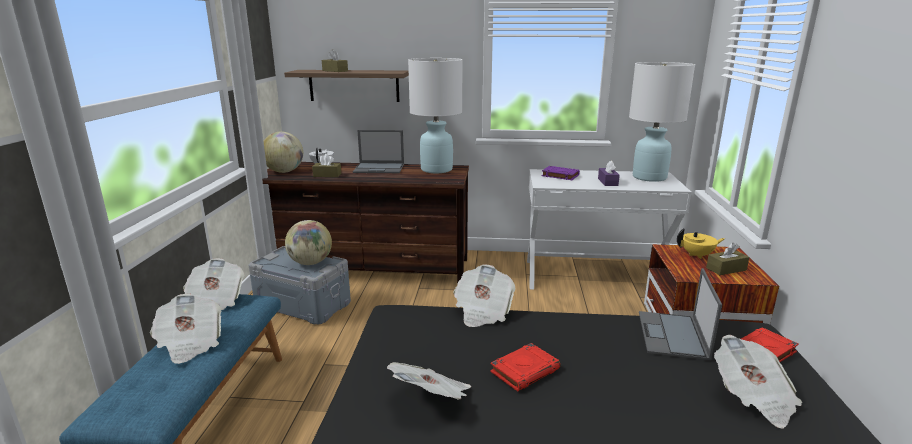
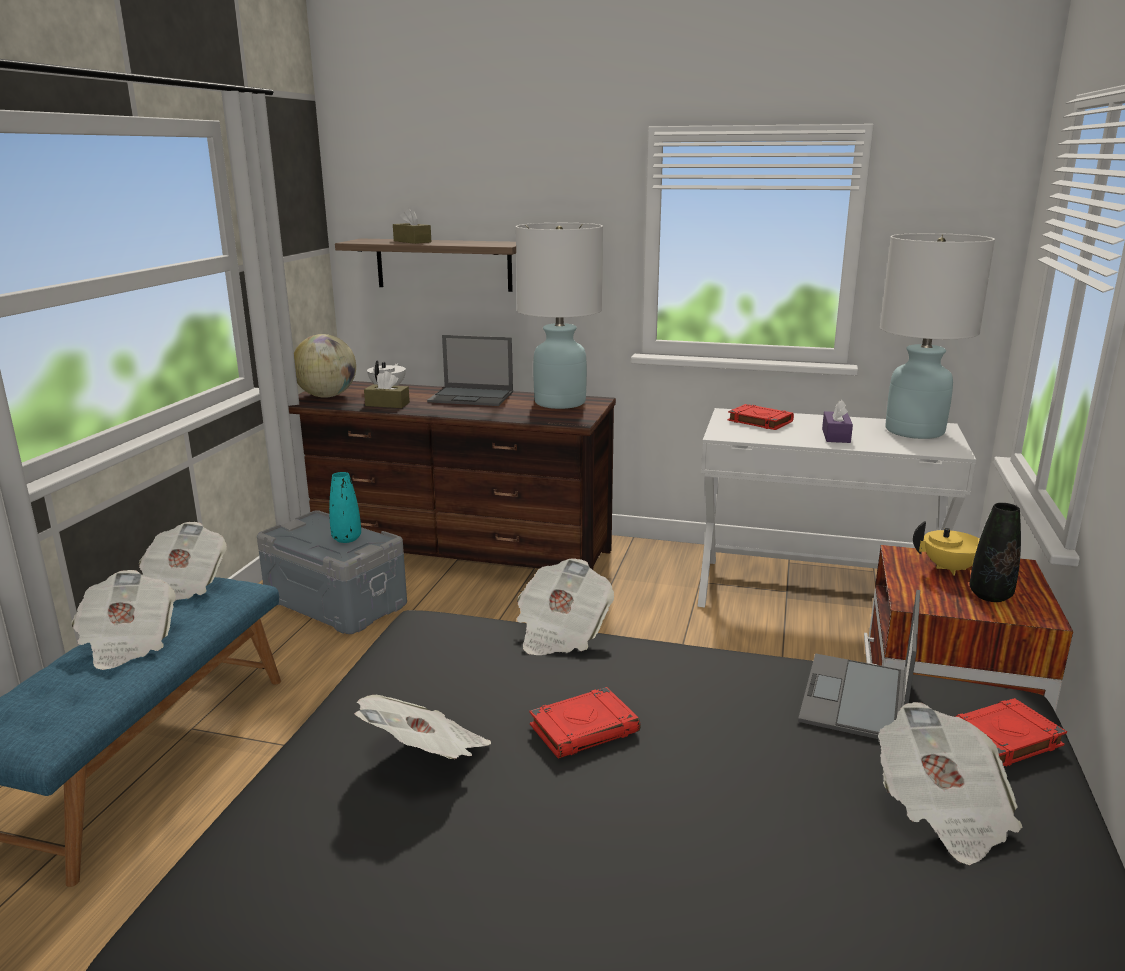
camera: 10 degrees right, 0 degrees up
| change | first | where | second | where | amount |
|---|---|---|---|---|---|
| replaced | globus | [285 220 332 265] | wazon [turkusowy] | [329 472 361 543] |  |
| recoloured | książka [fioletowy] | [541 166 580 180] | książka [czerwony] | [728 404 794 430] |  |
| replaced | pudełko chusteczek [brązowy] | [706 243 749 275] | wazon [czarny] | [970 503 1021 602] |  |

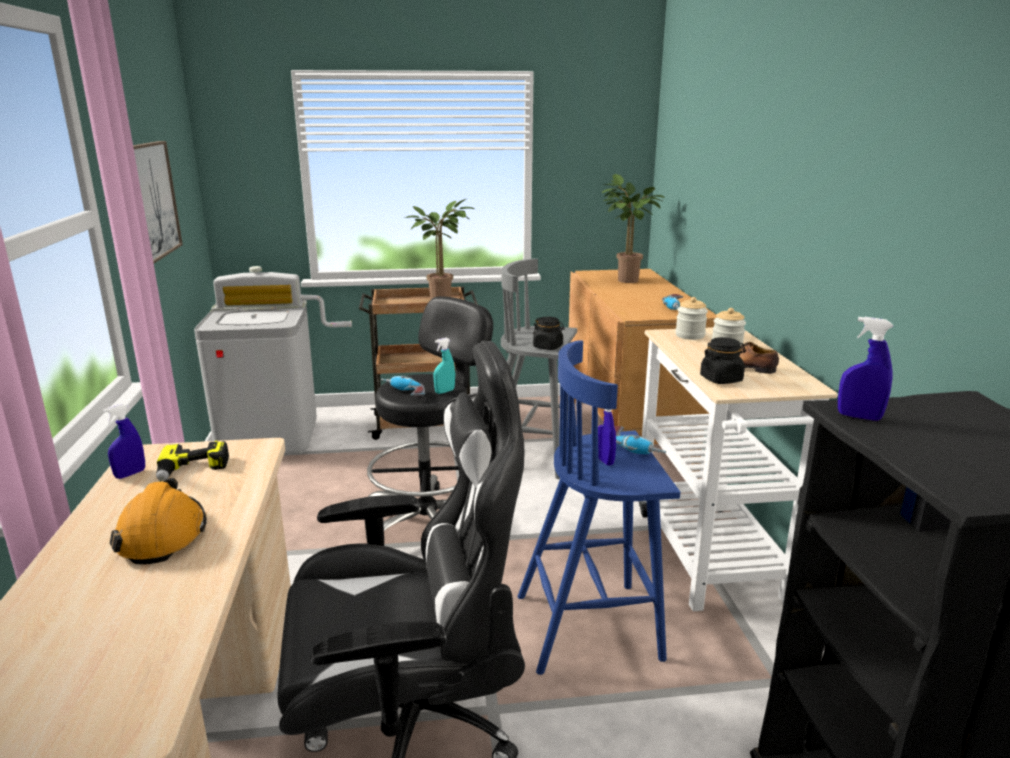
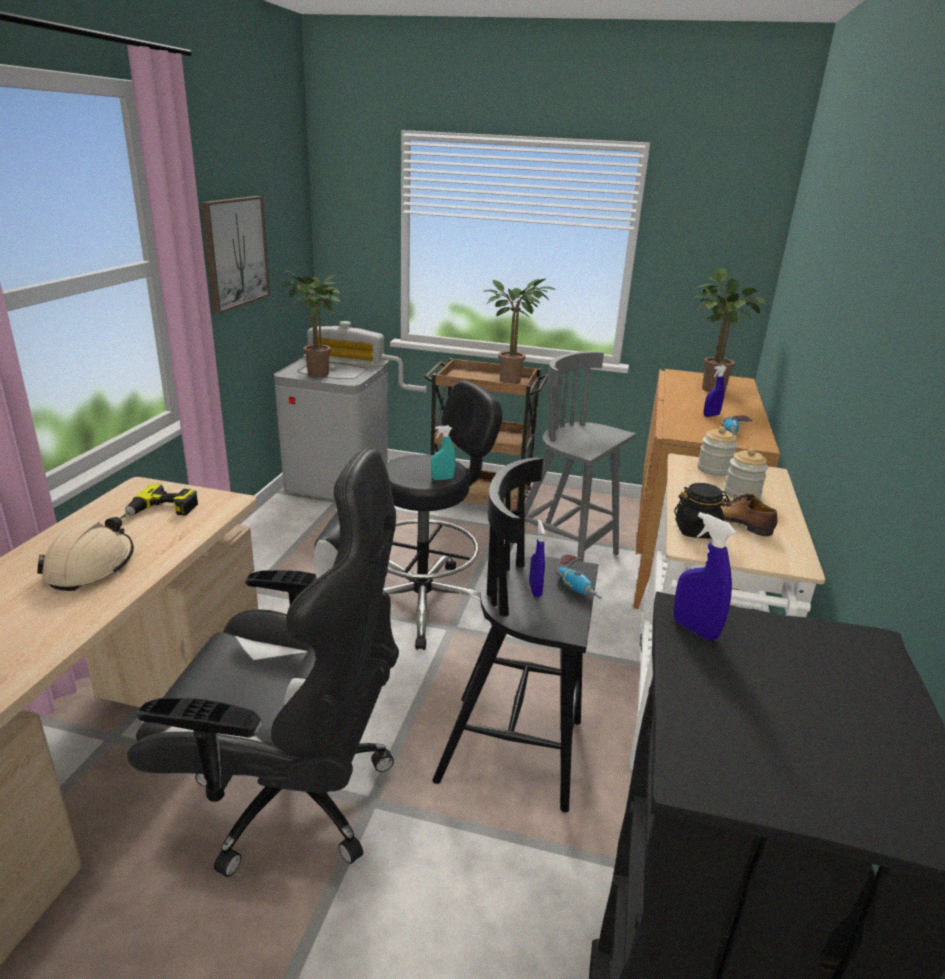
camera: 20 degrees right, 5 degrees up
| change | first | where | second | where | amount |
|---|---|---|---|---|---|
| recoloured | kask [pomarańczowy] | [110 478 207 564] | kask [beżowy] | [37 517 134 591] |  |
| added |  |  | roślina doniczkowa | [281 270 341 377] |  |
| recoloured | stołek [niebieski] | [517 341 680 675] | stołek [czarny] | [432 457 598 813] |  |
| moved | spryskiwacz [niebieski] | [103 404 145 479] |  | [704 365 727 417] |  |
| removed | wiertarka | [381 375 425 396] |  |  |  |
| removed | słoik [czarny] | [533 317 564 350] |  |  |  |

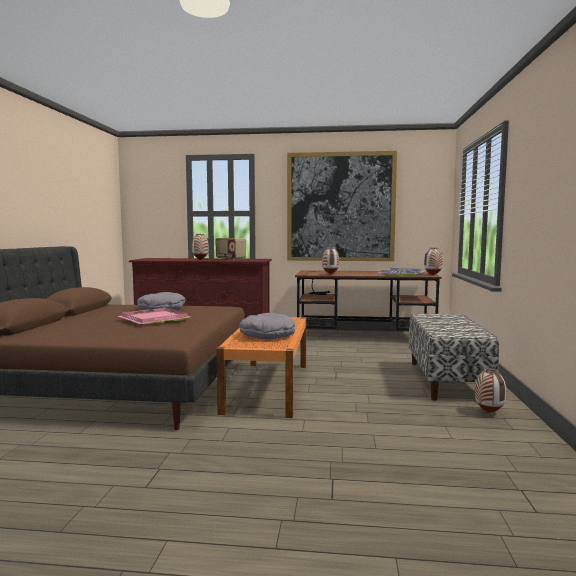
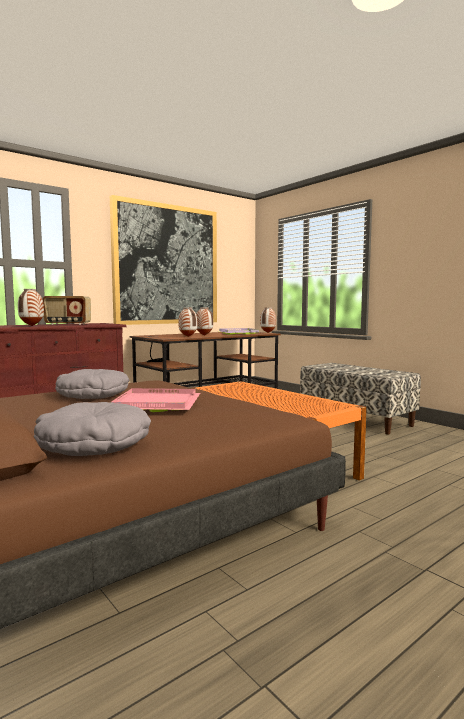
camera: 45 degrees left, 0 degrees up
| change | first | where | second | where | amount |
|---|---|---|---|---|---|
| moved | poduszka [szary] | [239 313 295 339] |  | [34 402 151 456] |  |
| moved | wazon | [475 368 506 413] |  | [196 308 213 336] |  |

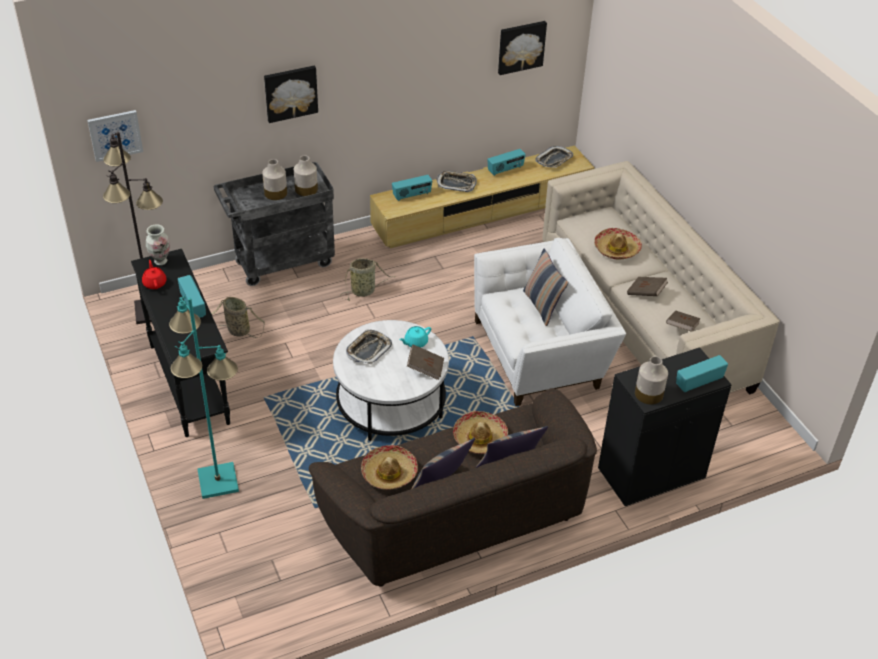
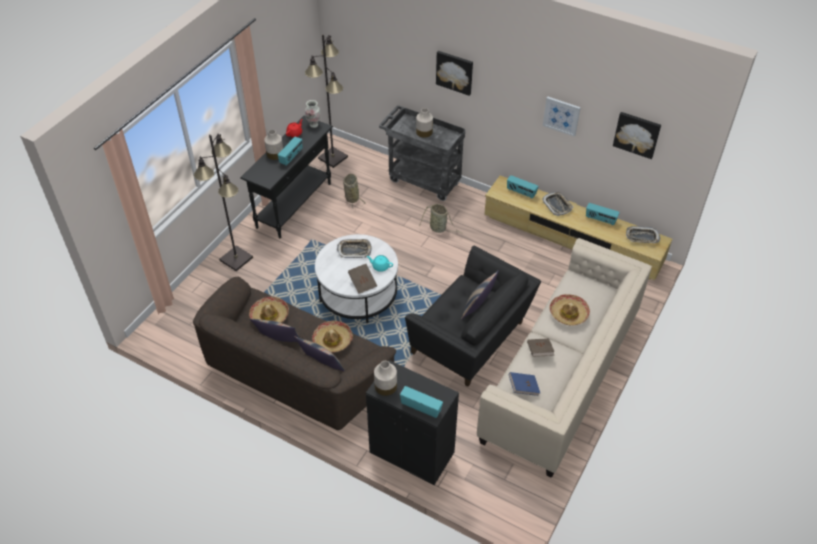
camera: 55 degrees right, 5 degrees up
| change | first | where | second | where | amount |
|---|---|---|---|---|---|
| recoloured | lampa stojąca [turkusowy] | [169 296 239 499] | lampa stojąca [czarny] | [194 133 253 271] |  |
| moved | wazon [beżowy] | [294 156 318 196] |  | [264 130 283 160] |  |
| recoloured | fotel [biały] | [474 238 626 406] | fotel [czarny] | [405 245 541 387] |  |
| recoloured | książka [brązowy] | [666 311 701 332] | książka [niebieski] | [509 372 540 396] |  |
| moved | obraz | [87 110 143 162] |  | [543 97 581 137] |  |

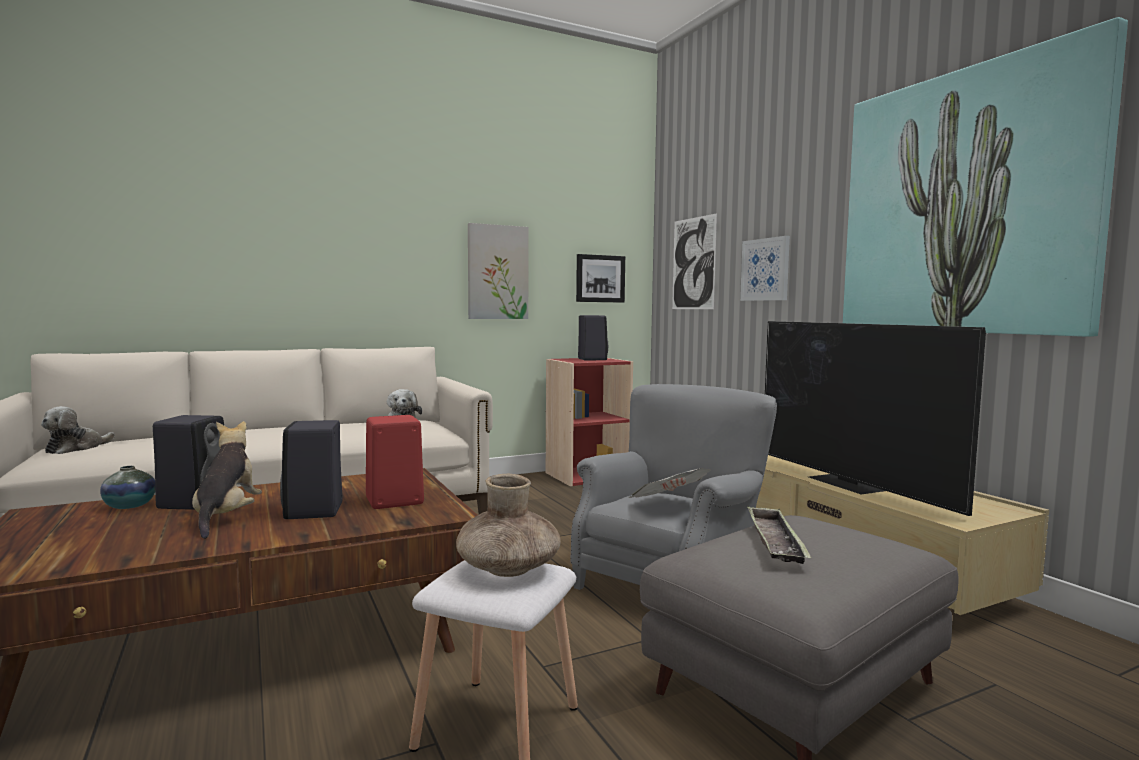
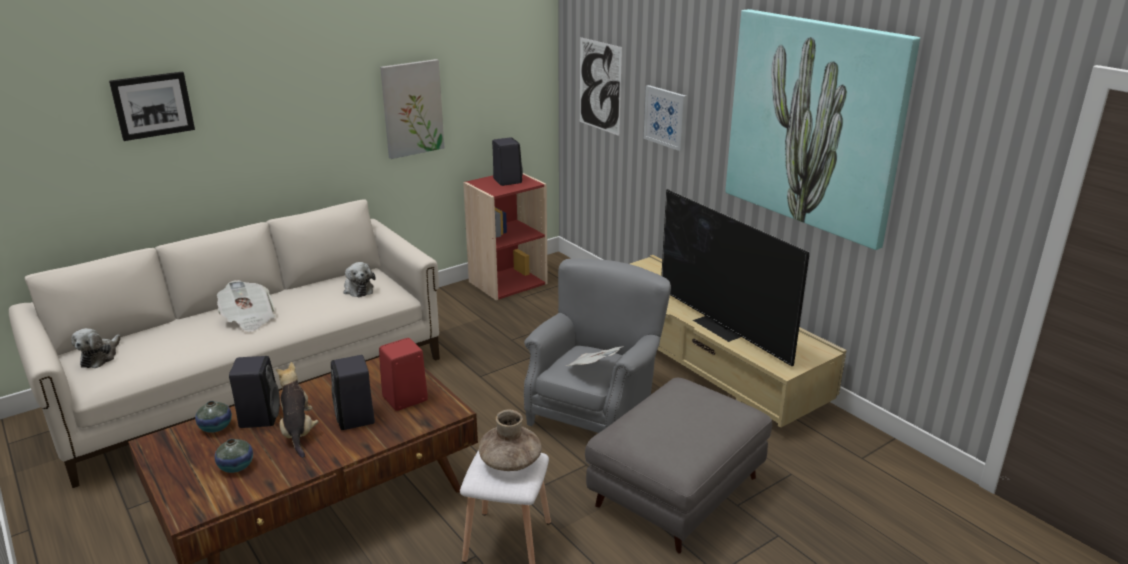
camera: 10 degrees left, 20 degrees up
| change | first | where | second | where | amount |
|---|---|---|---|---|---|
| moved | obraz | [576 254 625 303] |  | [109 72 195 141] |  |
| added |  |  | wazon | [214 439 253 473] |  |
| added |  |  | gazeta | [217 280 276 332] |  |
| removed | taca | [747 506 811 564] |  |  |  |

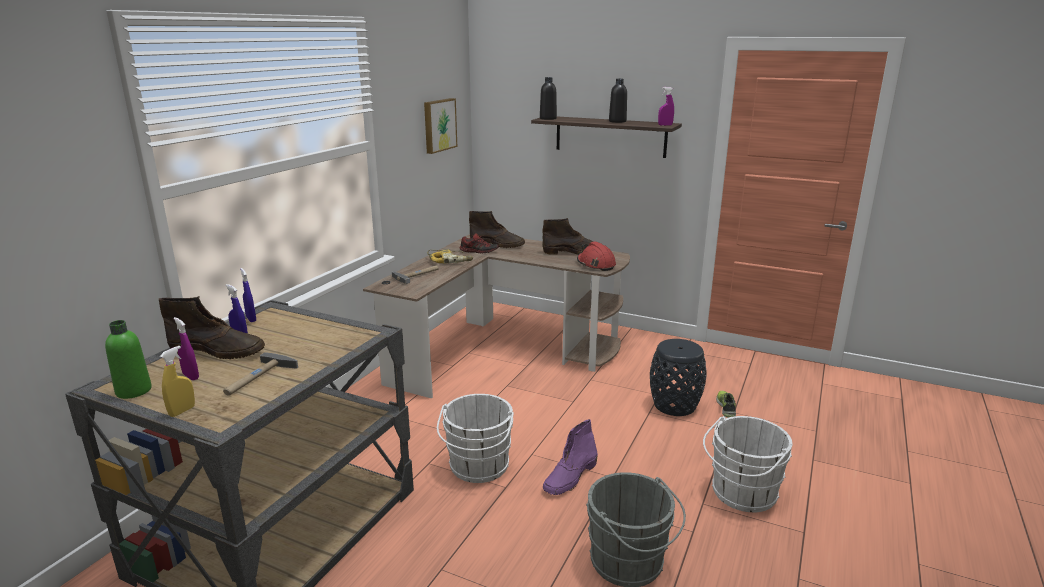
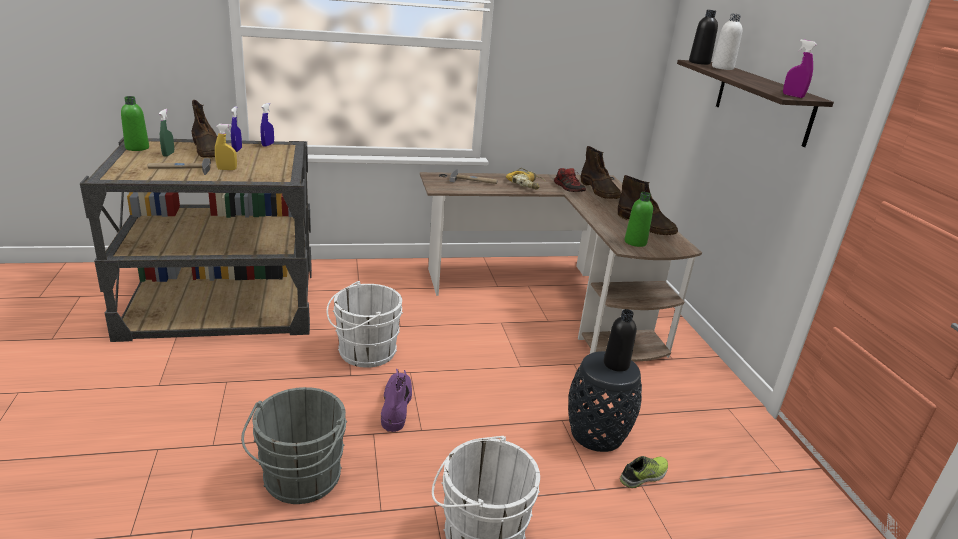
camera: 50 degrees right, 5 degrees up
| change | first | where | second | where | amount |
|---|---|---|---|---|---|
| recoloured | spryskiwacz [fioletowy] | [174 317 199 380] | spryskiwacz [zielony] | [159 109 174 157] |  |
| moved | spryskiwacz [żółty] | [160 346 195 417] |  | [215 124 237 170] |  |
| turned | but z cholewką [fioletowy] | [543 419 598 495] |  | [381 369 412 432] | 90 degrees clockwise |
| moved | butelka [czarny] | [609 79 627 123] |  | [604 309 636 372] |  |
| replaced | kask [czerwony] | [577 241 616 271] | butelka [zielony] | [625 192 653 247] |  |
| added |  |  | butelka [biały] | [712 13 742 70] |  |
| removed | obraz | [424 98 457 154] |  |  |  |

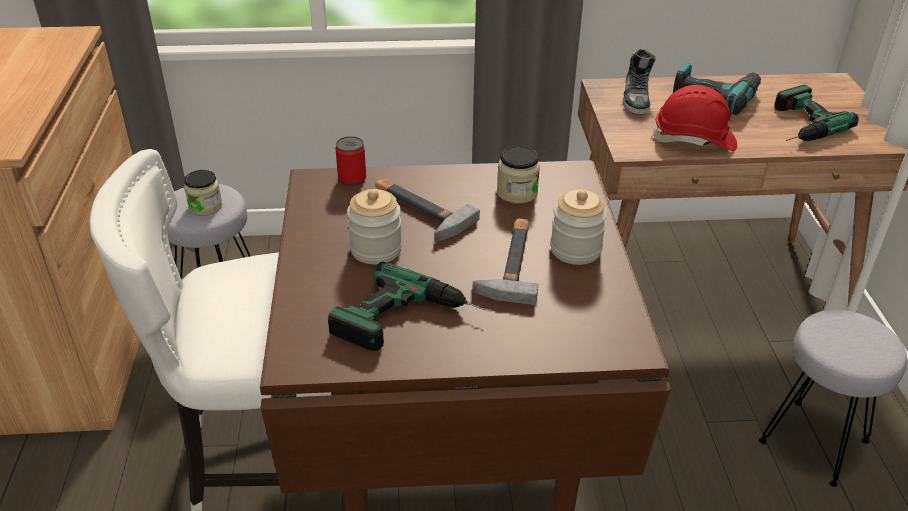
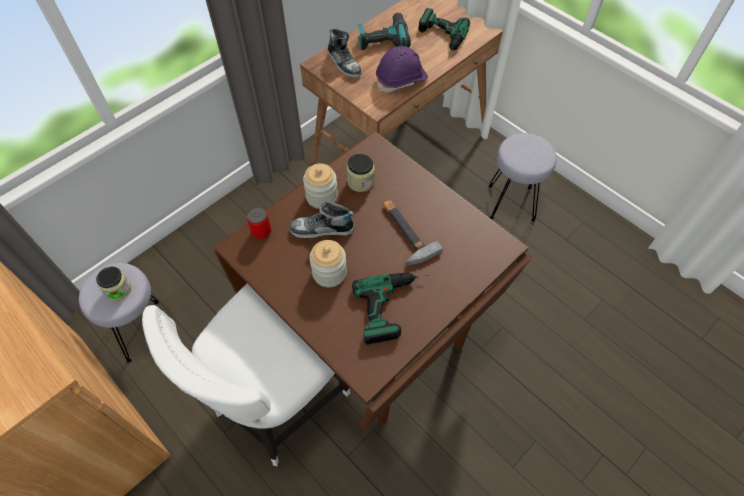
camera: 40 degrees left, 20 degrees up
| change | first | where | second | where | amount |
|---|---|---|---|---|---|
| replaced | młotek | [375 178 480 243] | but | [289 202 354 238] |  |
| moved | słoik | [550 189 607 265] |  | [303 163 338 209] |  |
| recoloured | kask [czerwony] | [652 85 737 151] | kask [fioletowy] | [376 46 428 92] |  |

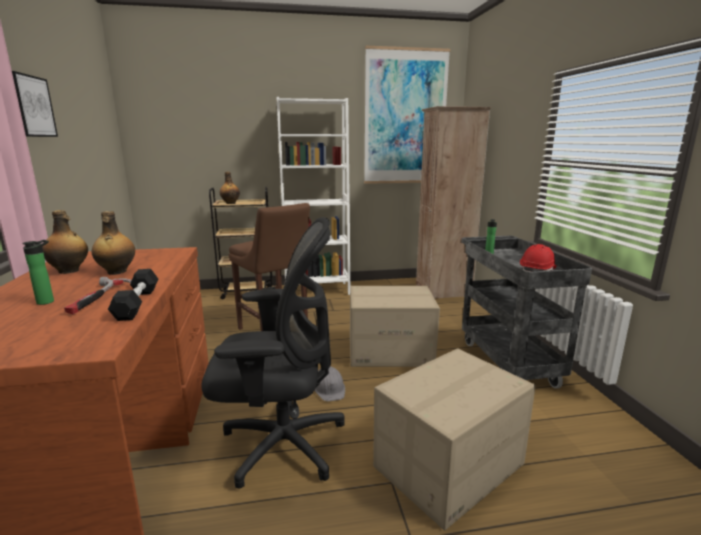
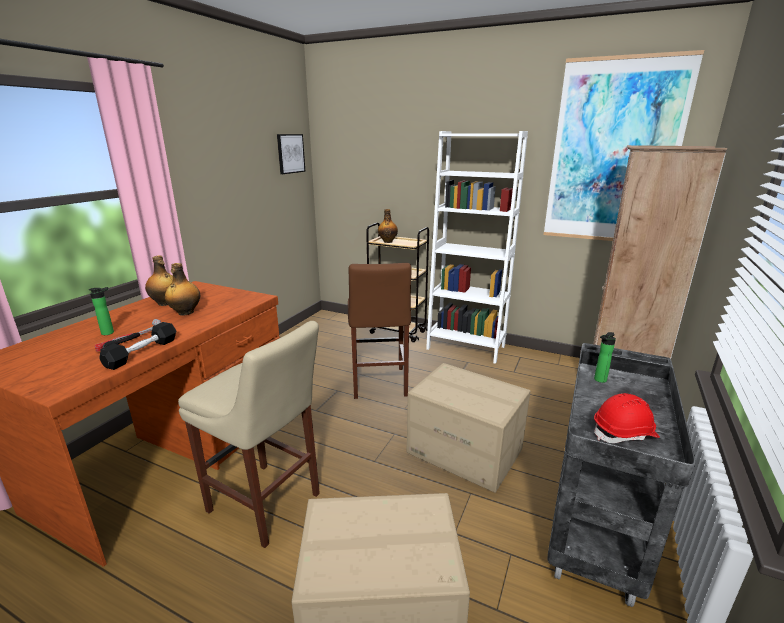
camera: 35 degrees right, 5 degrees up
| change | first | where | second | where | amount |
|---|---|---|---|---|---|
| replaced | krzesło biurowe [czarny] | [201 217 345 489] | stołek [beżowy] | [178 321 320 548] |  |
| moved | obraz | [12 71 58 137] |  | [277 134 305 174] |  |
| removed | kask [szary] | [314 367 345 401] |  |  |  |

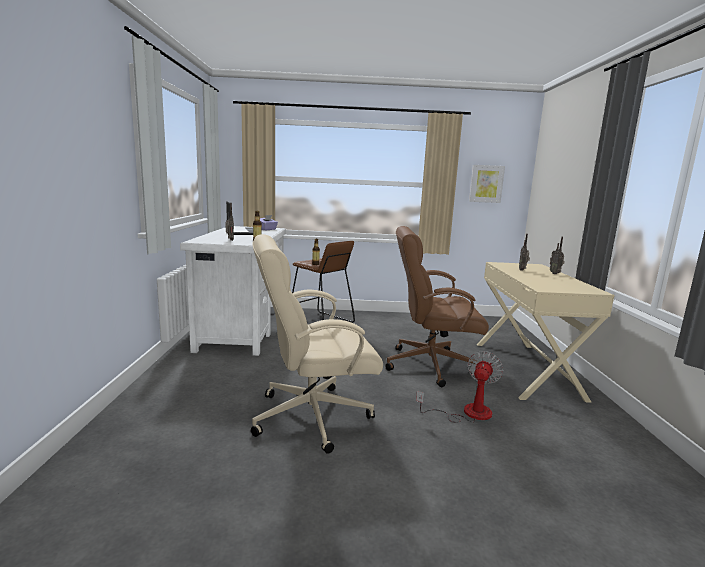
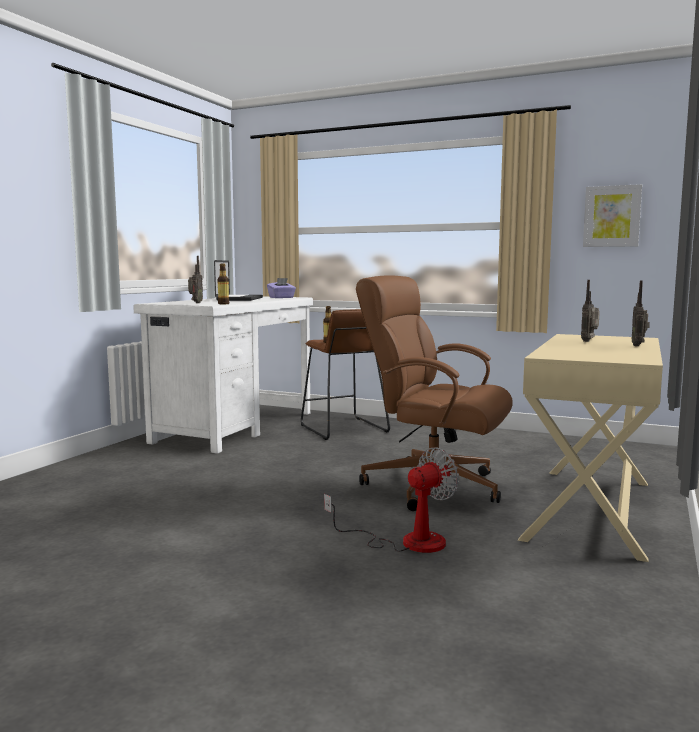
camera: 25 degrees right, 5 degrees down
| change | first | where | second | where | amount |
|---|---|---|---|---|---|
| removed | krzesło biurowe [beżowy] | [251 234 383 454] |  |  |  |

